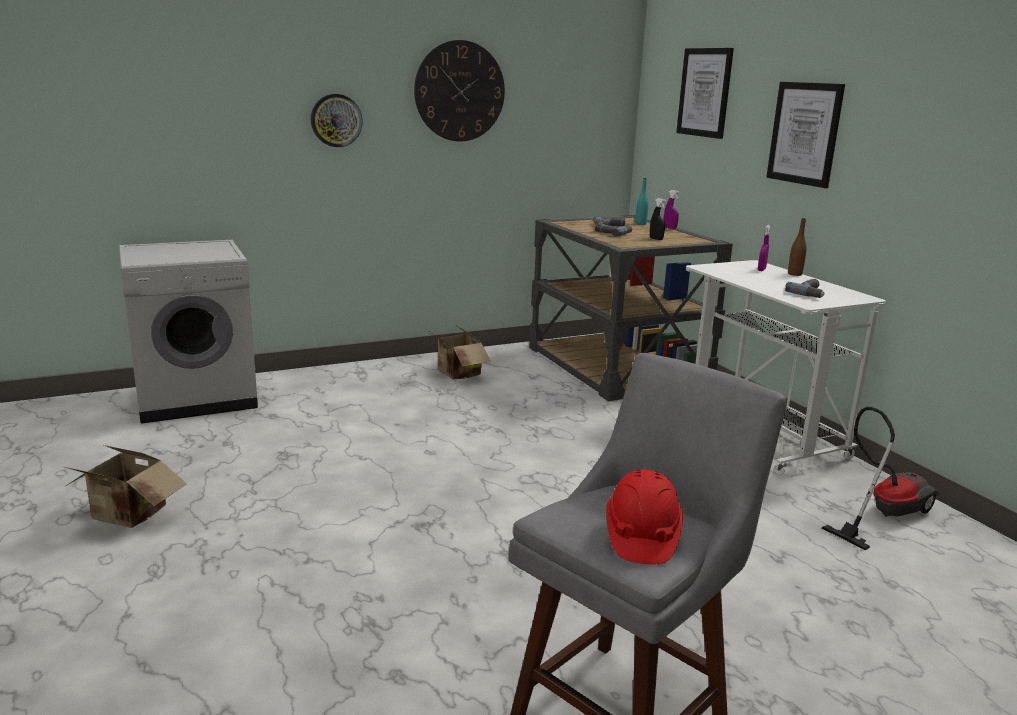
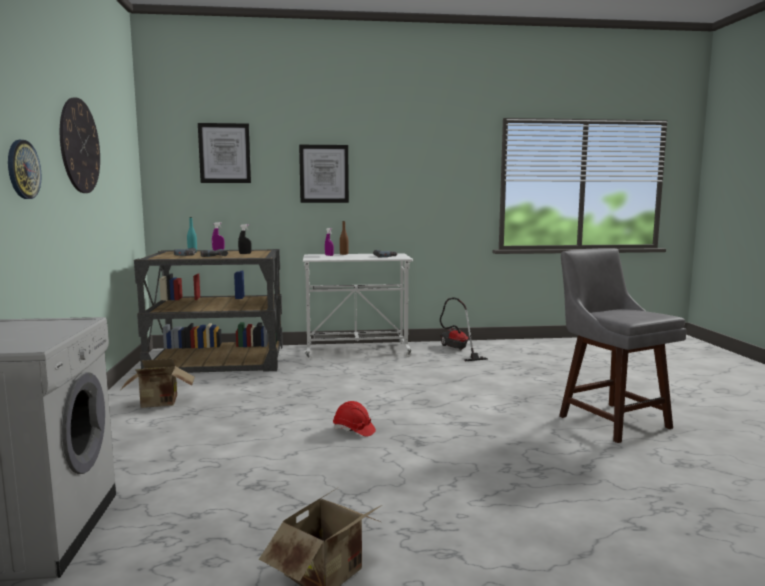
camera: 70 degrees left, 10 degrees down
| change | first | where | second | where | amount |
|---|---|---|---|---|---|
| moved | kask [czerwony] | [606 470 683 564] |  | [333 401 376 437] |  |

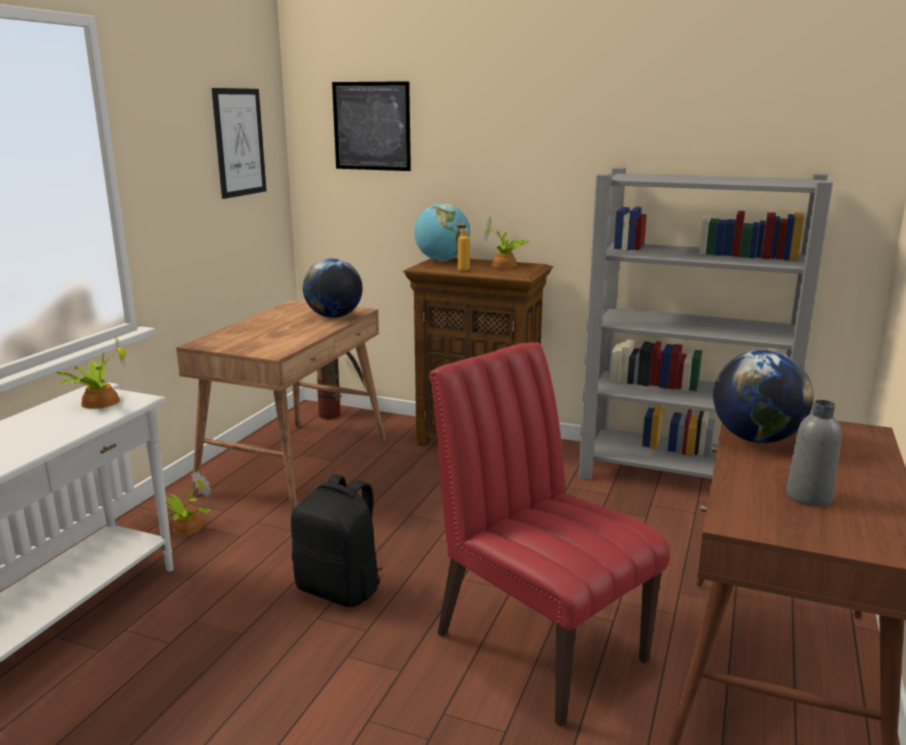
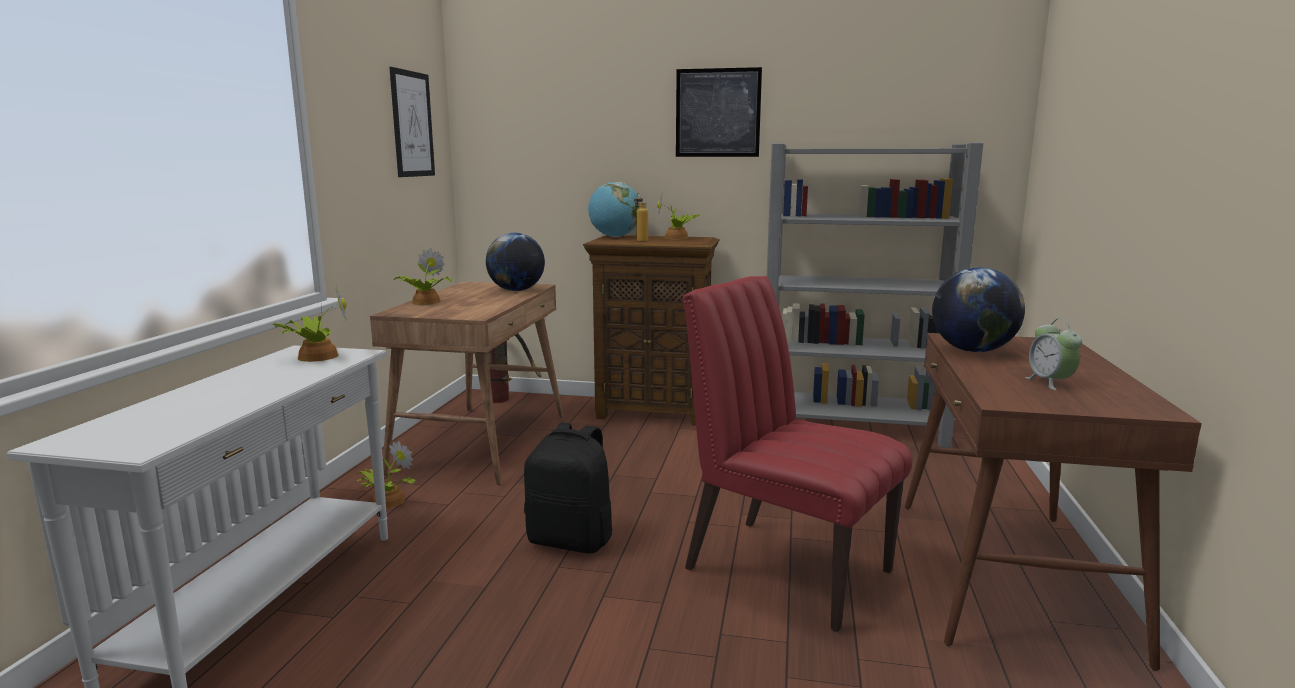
camera: 10 degrees left, 5 degrees down
| change | first | where | second | where | amount |
|---|---|---|---|---|---|
| added |  |  | roślina doniczkowa | [394 248 453 305] |  |
| moved | obraz | [332 81 411 171] |  | [676 67 762 157] |  |
| replaced | butelka [szary] | [786 400 842 506] | budzik | [1025 319 1082 390] |  |

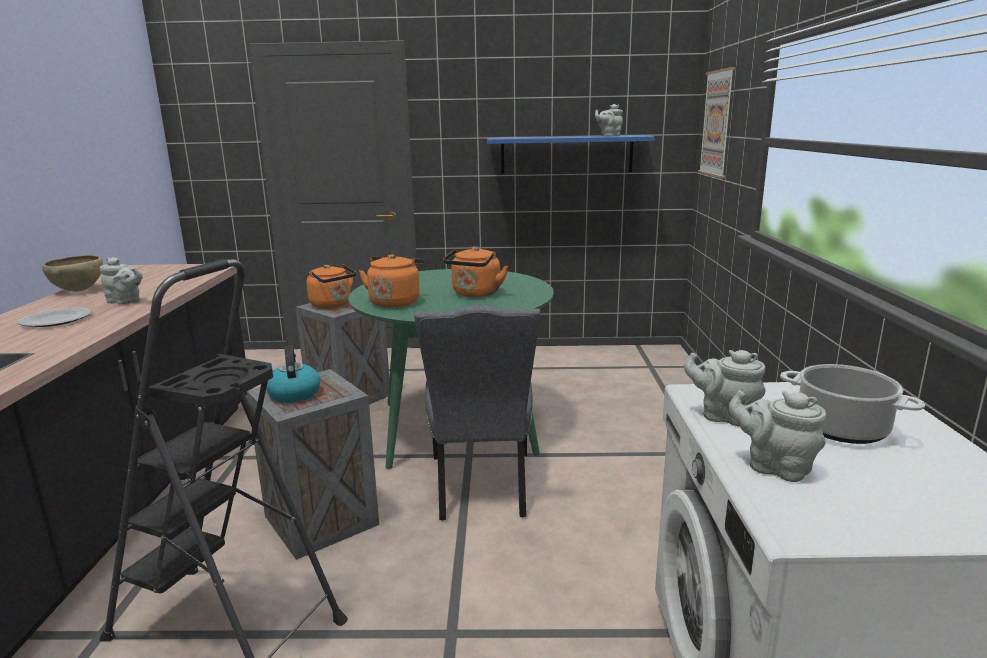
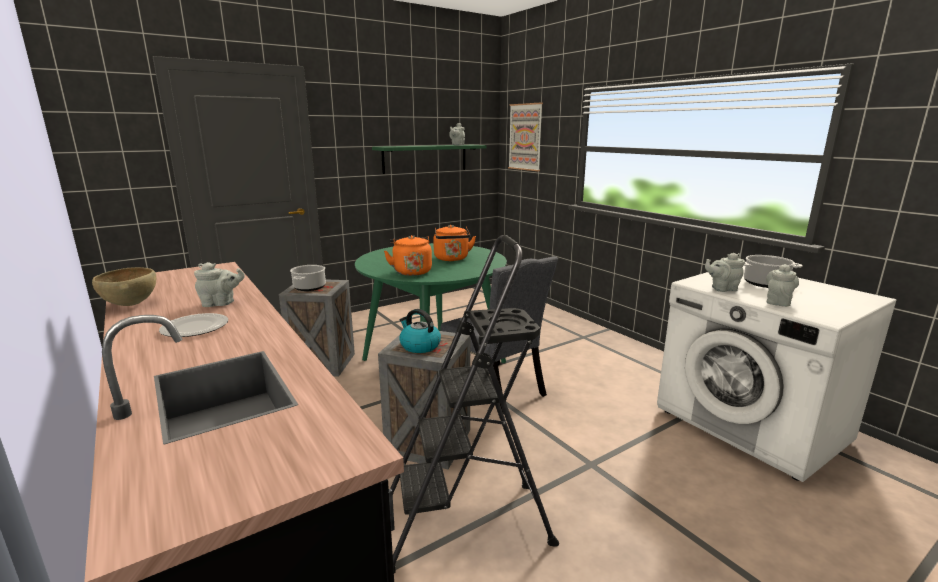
camera: 35 degrees left, 0 degrees up
| change | first | where | second | where | amount |
|---|---|---|---|---|---|
| replaced | czajnik [pomarańczowy] | [306 264 356 308] | garnek | [290 265 326 291] |  |
| recoloured | półka [niebieski] | [487 135 655 174] | półka [zielony] | [372 145 486 174] |  |
| turned | imbryk [szary] | [729 390 826 482] |  | [766 264 799 307] | 120 degrees clockwise |

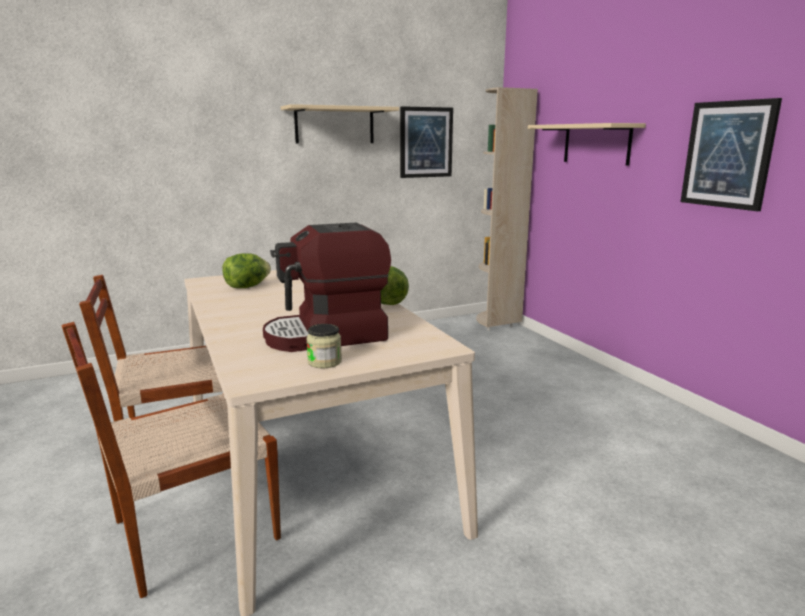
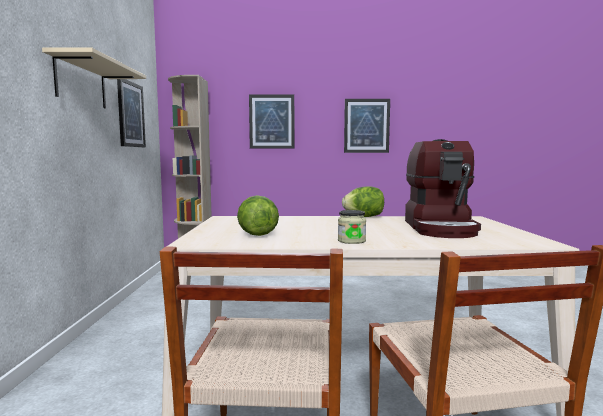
camera: 65 degrees left, 10 degrees down
| change | first | where | second | where | amount |
|---|---|---|---|---|---|
| replaced | półka [beżowy] | [528 123 646 166] | obraz | [249 94 294 149] |  |
| moved | słoik | [306 324 342 368] |  | [338 210 366 244] |  |

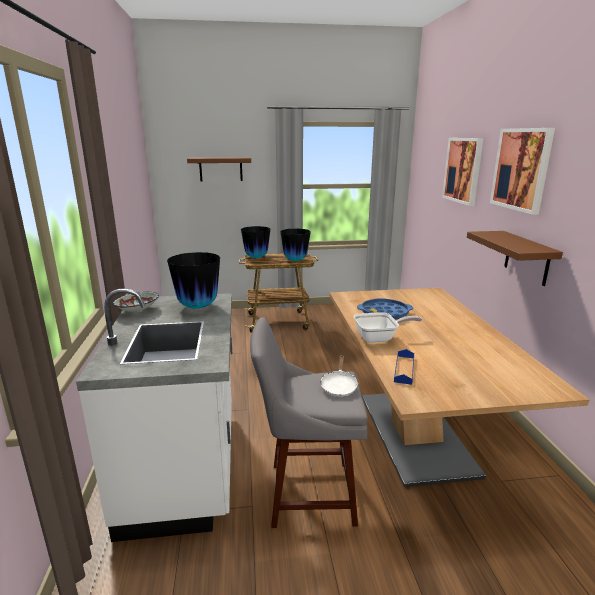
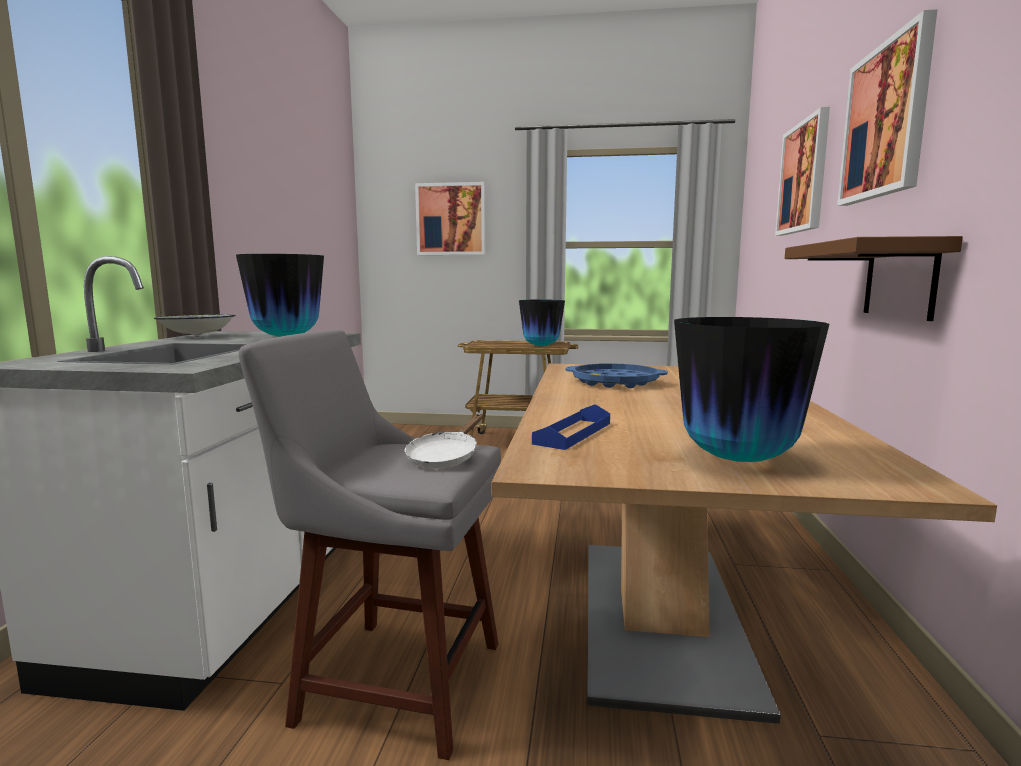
camera: 15 degrees right, 10 degrees down
| change | first | where | second | where | amount |
|---|---|---|---|---|---|
| replaced | półka [brązowy] | [187 157 251 182] | obraz | [415 182 486 255] |  |
| moved | wazon | [241 226 270 258] |  | [674 317 829 462] |  |
| removed | patelnia | [354 312 422 343] |  |  |  |

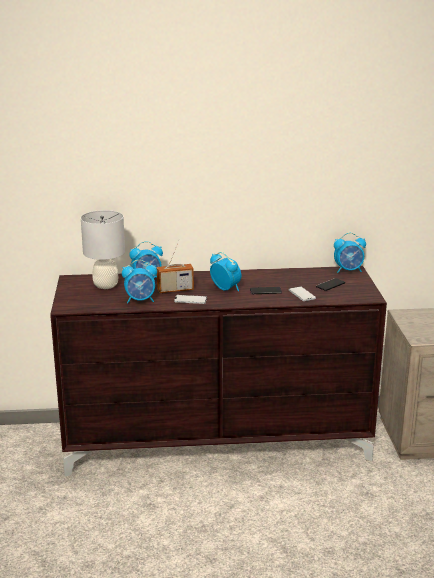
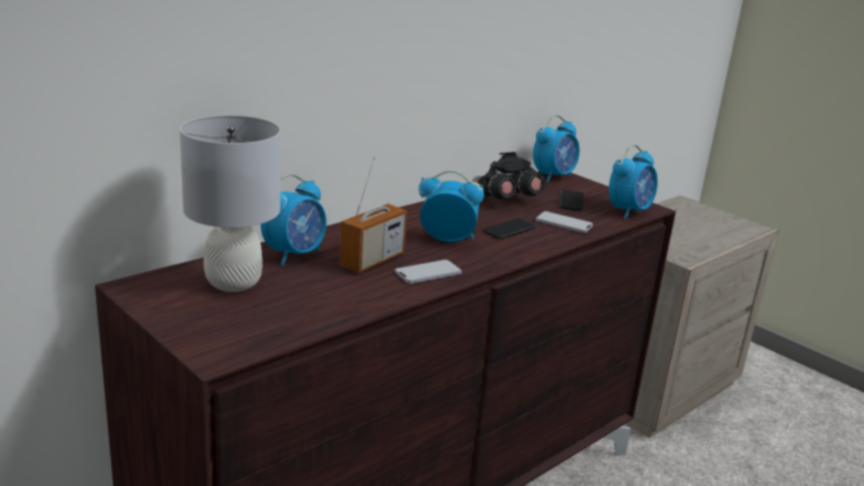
camera: 40 degrees left, 0 degrees up
| change | first | where | second | where | amount |
|---|---|---|---|---|---|
| added |  |  | lornetka [czarny] | [472 152 546 199] |  |
| moved | budzik | [122 260 157 304] |  | [609 145 658 219] |  |

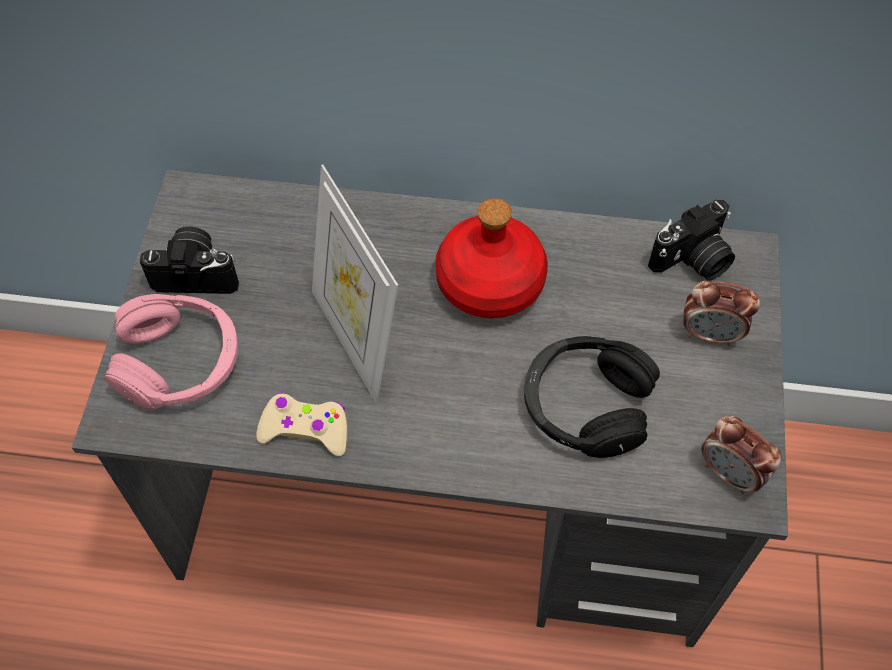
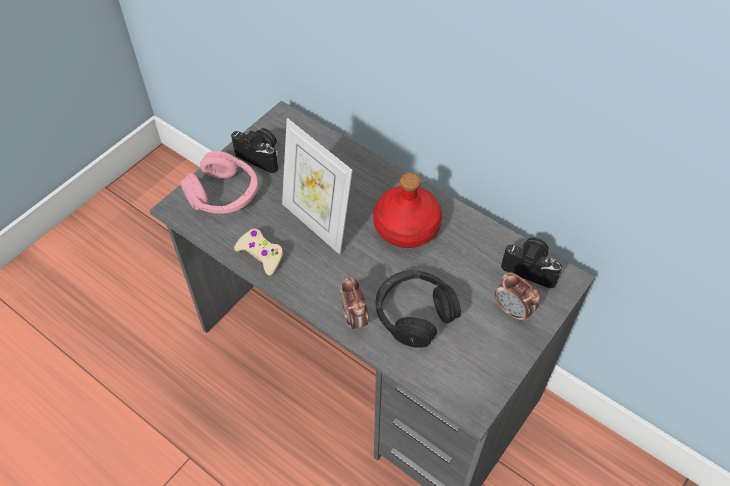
camera: 30 degrees right, 5 degrees down
| change | first | where | second | where | amount |
|---|---|---|---|---|---|
| turned | ramka na zdjęcie | [312 165 398 403] |  | [282 118 353 255] | 45 degrees counterclockwise |
| moved | budzik | [702 416 782 494] |  | [340 276 368 331] |  |
| turned | aparat fotograficzny | [648 200 735 281] |  | [501 238 563 288] | 150 degrees counterclockwise |

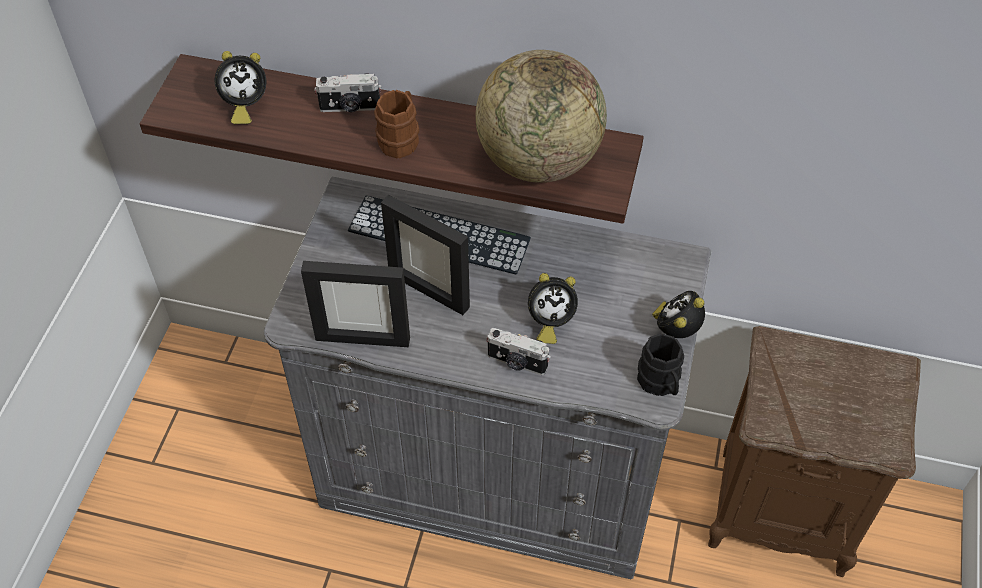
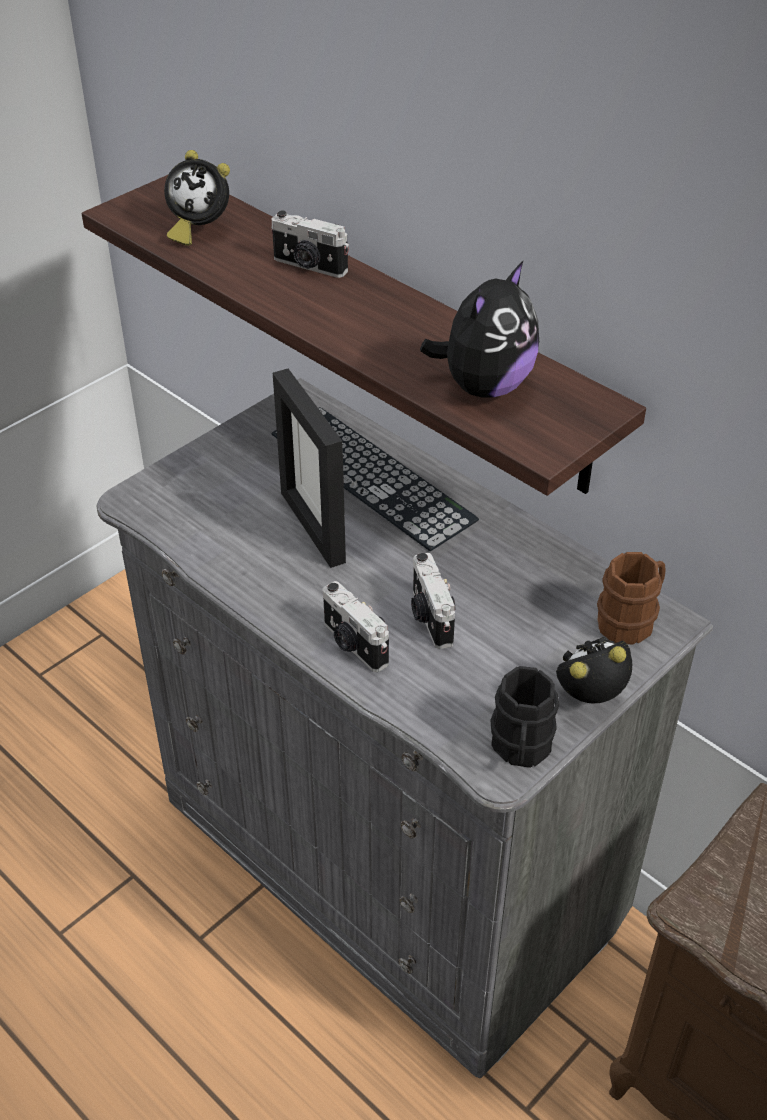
camera: 30 degrees right, 10 degrees down
| change | first | where | second | where | amount |
|---|---|---|---|---|---|
| replaced | budzik | [528 273 578 344] | aparat fotograficzny | [411 553 456 649] |  |
| replaced | globus | [475 50 607 183] | pluszak | [420 260 539 397] |  |
| moved | kubek [brązowy] | [374 90 419 159] |  | [597 552 666 644] |  |
| removed | ramka na zdjęcie | [301 261 410 347] |  |  |  |

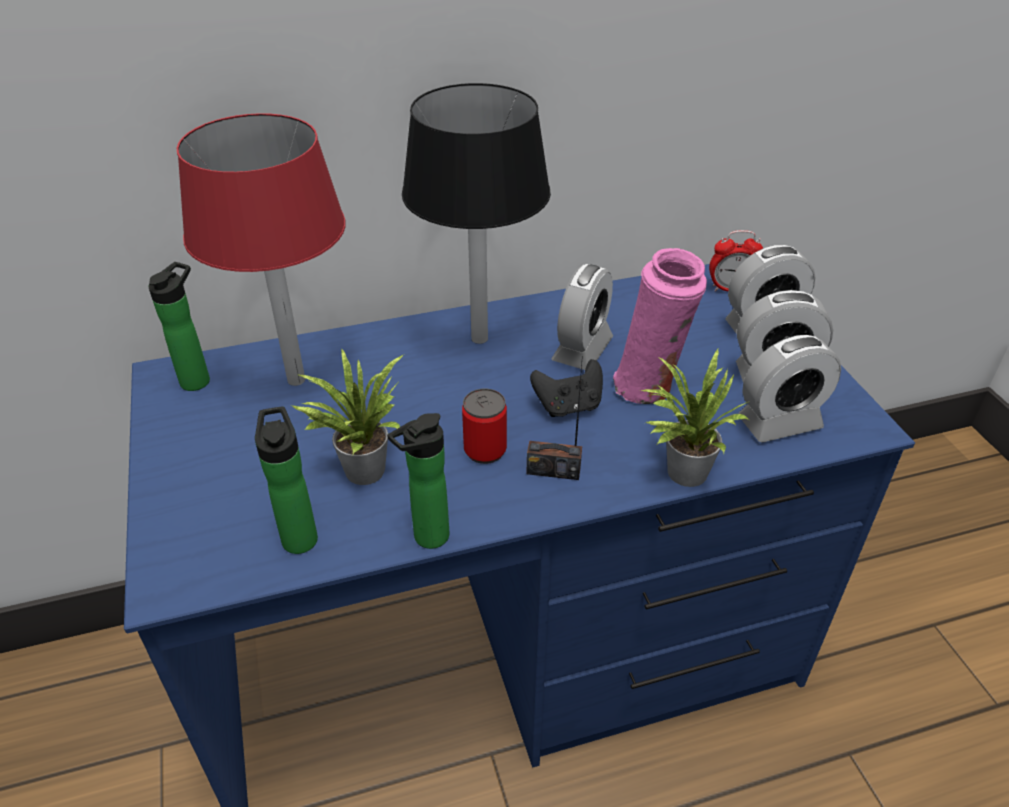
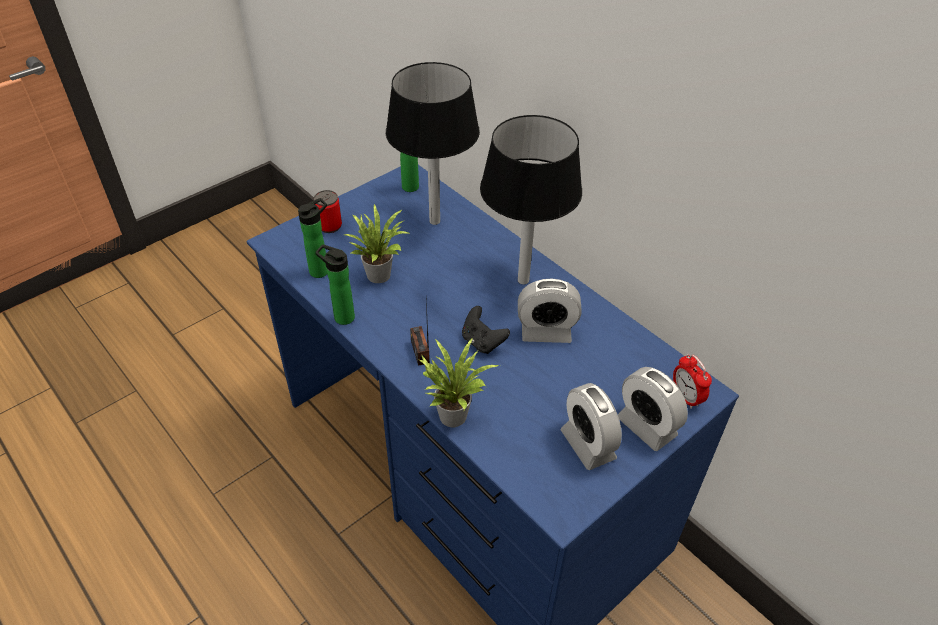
camera: 65 degrees right, 5 degrees up
| change | first | where | second | where | amount |
|---|---|---|---|---|---|
| moved | puszka | [462 389 507 464] |  | [314 190 342 233] |  |
| recoloured | lampa stołowa [czerwony] | [177 113 346 386] | lampa stołowa [czarny] | [386 62 480 225] |  |
| removed | wazon [różowy] | [613 248 707 404] |  |  |  |
| removed | budzik | [738 335 841 443] |  |  |  |

